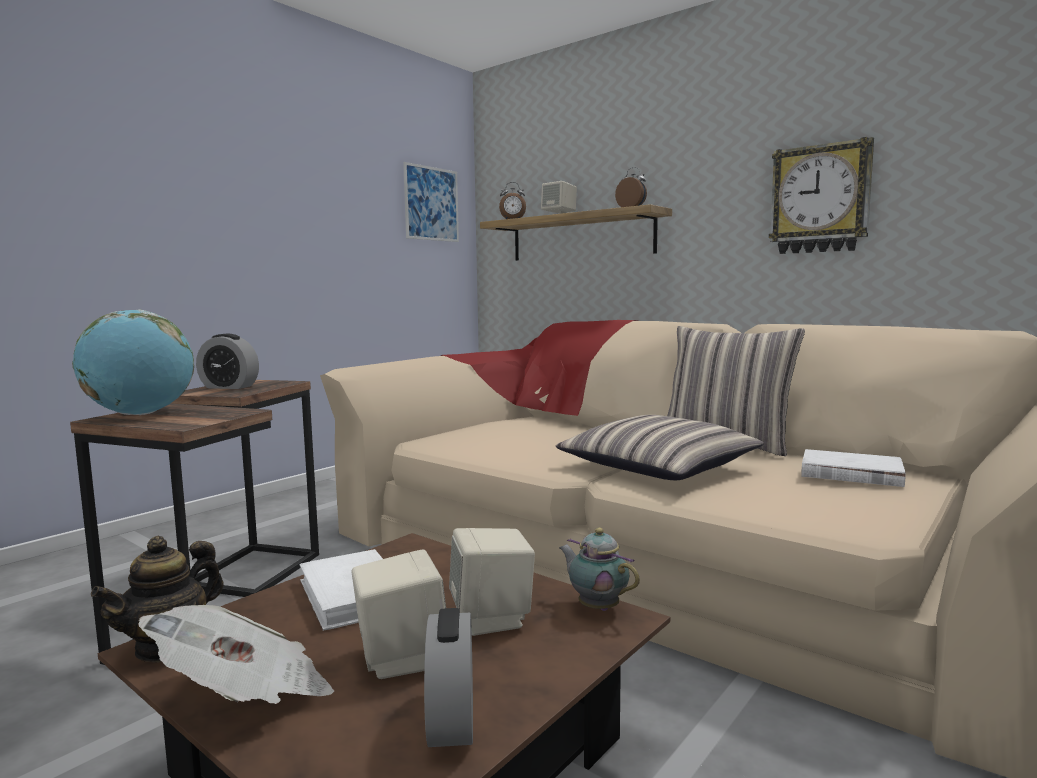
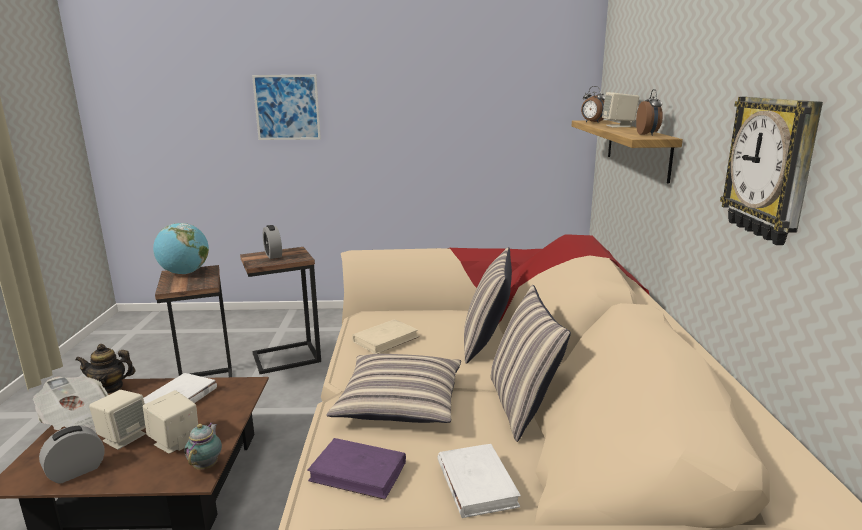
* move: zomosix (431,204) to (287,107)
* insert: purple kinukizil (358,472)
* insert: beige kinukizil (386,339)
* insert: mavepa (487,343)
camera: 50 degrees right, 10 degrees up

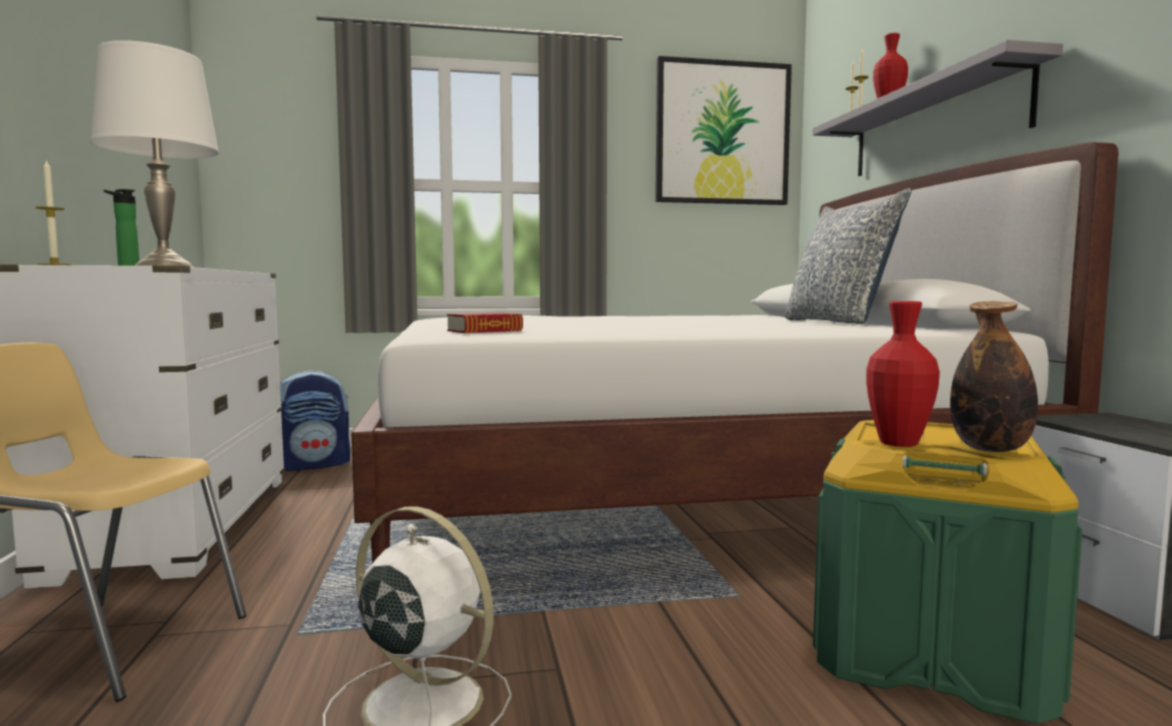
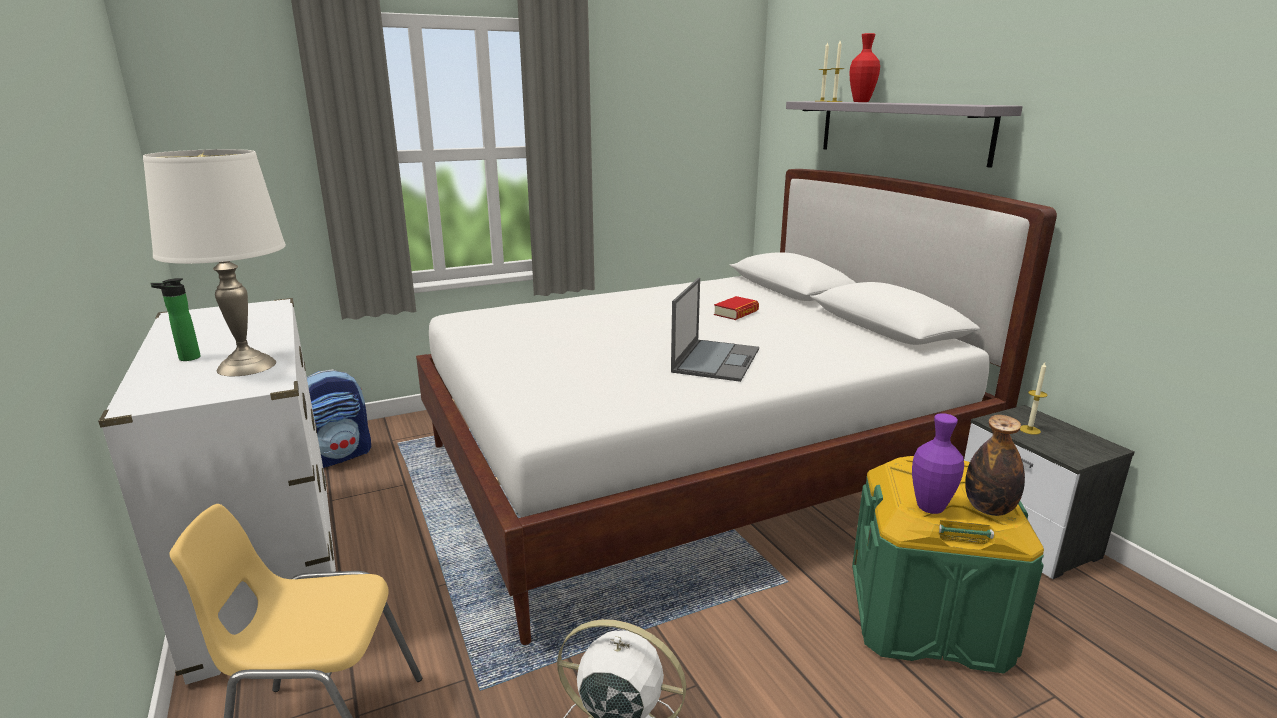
* move: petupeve (54,264) to (1029,430)
* move: kinukizil (485,331) to (736,313)
* delete: zomosix (722,133)
* delete: mavepa (838,322)
* recolor: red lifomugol (898,443) to purple lifomugol (930,508)
* insert: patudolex (716,360)
camera: 15 degrees left, 15 degrees up

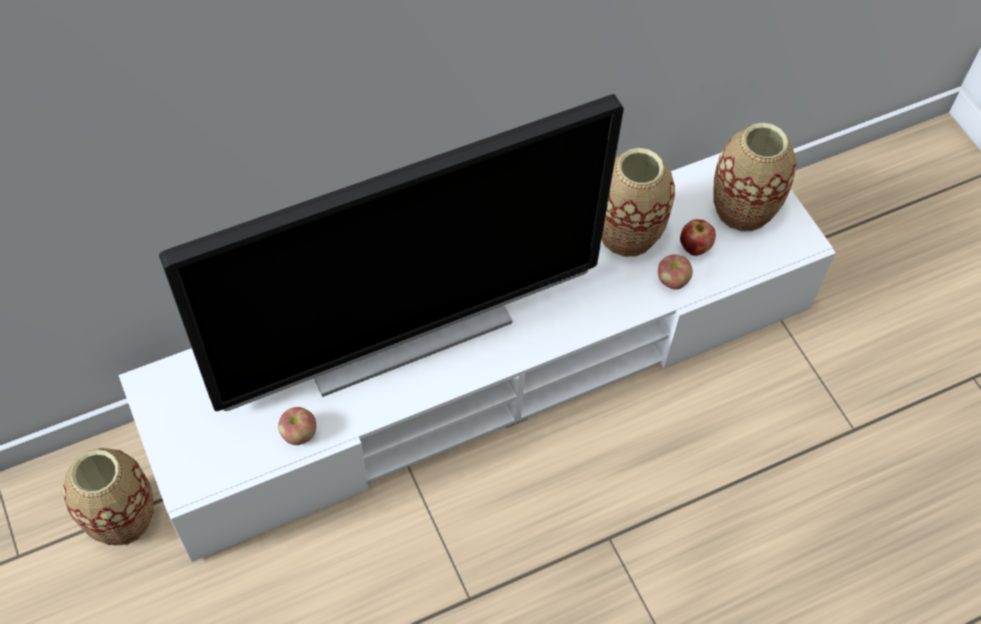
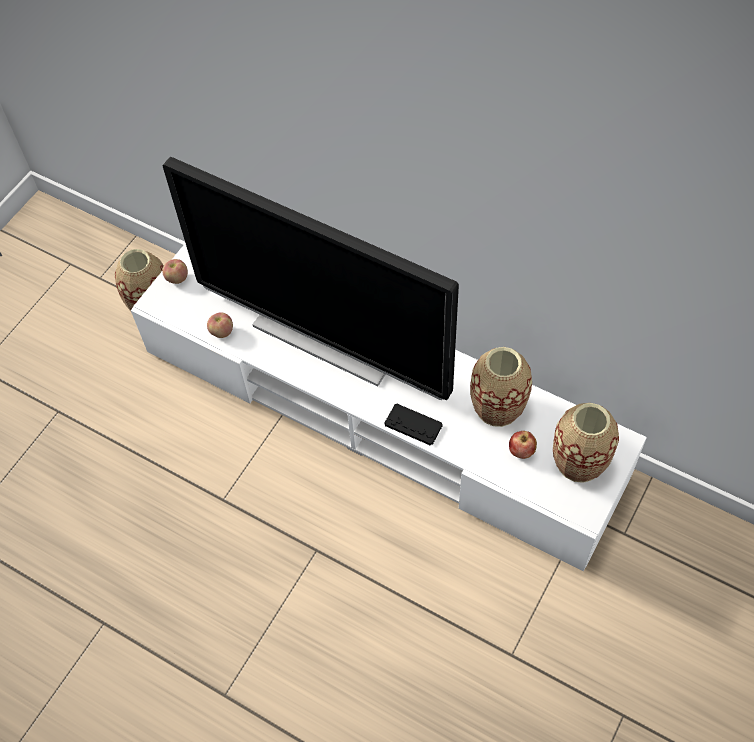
* move: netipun (672,281) to (177,278)
* insert: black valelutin (413,425)
camera: 60 degrees right, 0 degrees up

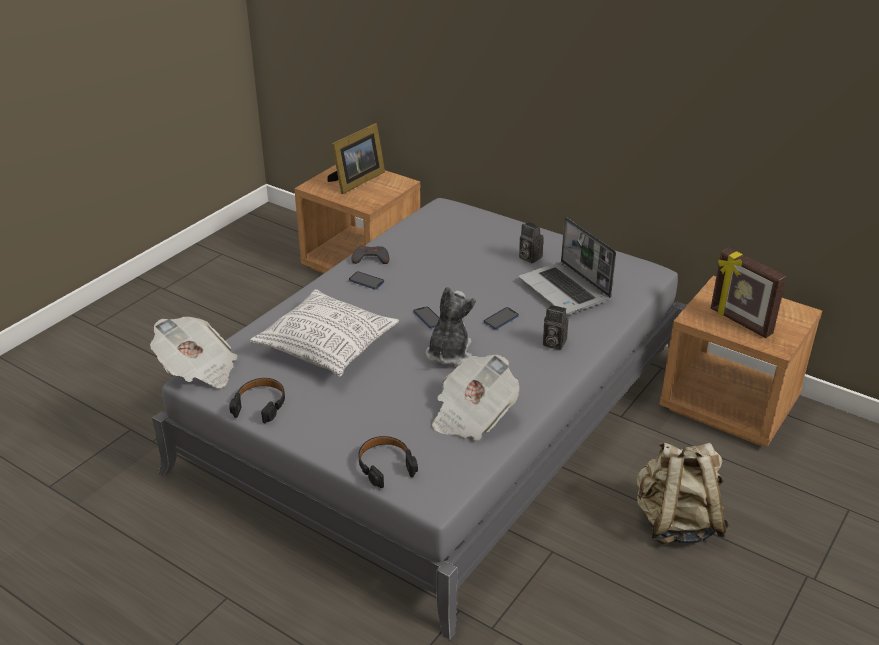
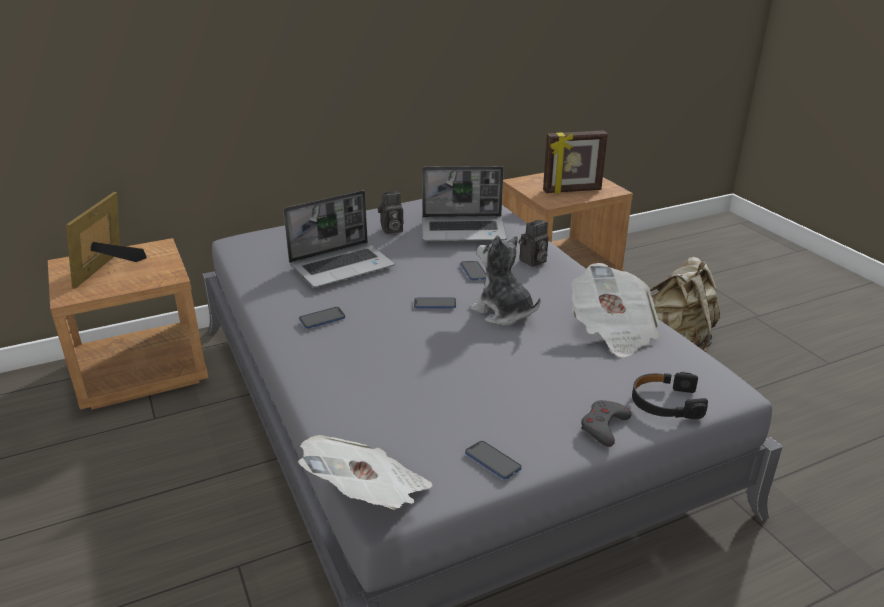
* replace: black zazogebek (260,405) to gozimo (492,461)
* delete: mavepa (327,347)
* rotate: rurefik (356,181) = (108,268) 150 degrees counterclockwise
* move: grey valelutin (370,258) to (604,426)
* insert: patudolex (342,266)
camera: 60 degrees left, 5 degrees down

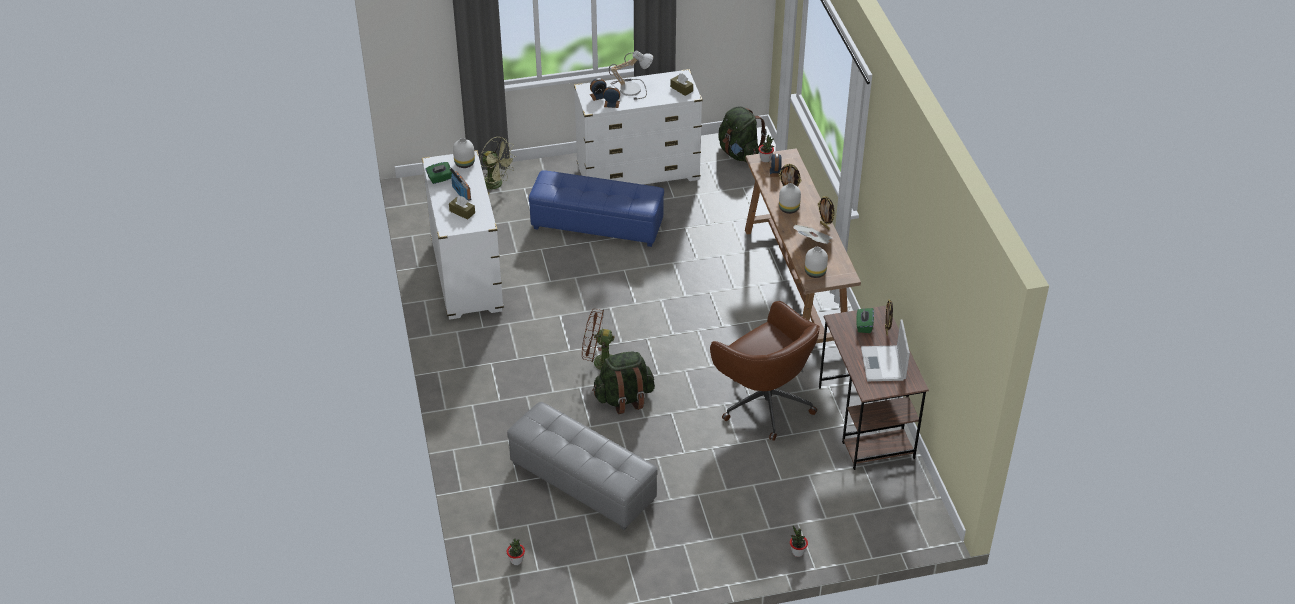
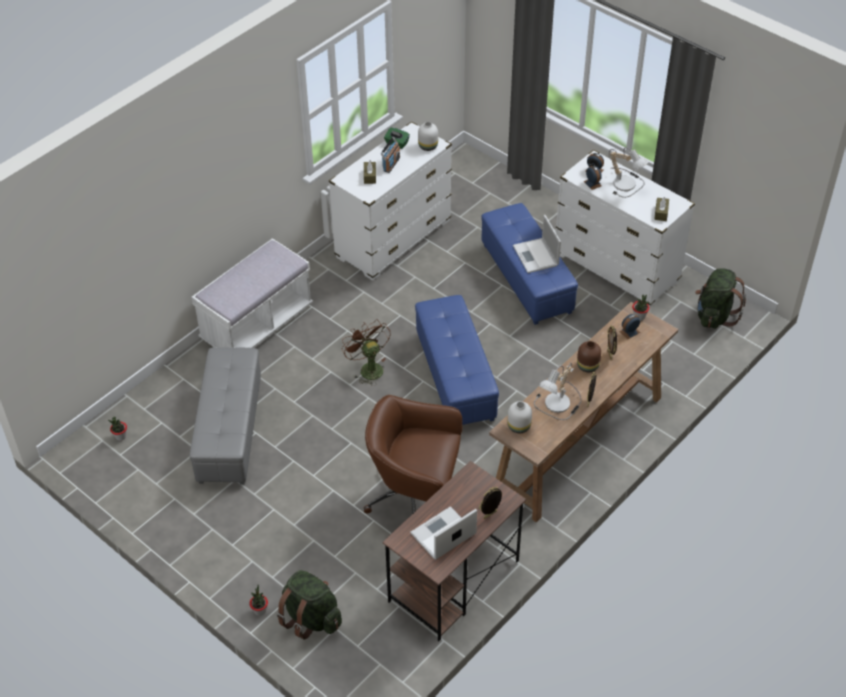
* delete: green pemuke (496,184)
* move: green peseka (624,398) to (311,618)
* rotate: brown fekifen (764,403) = (415,497) 90 degrees clockwise
* recolor: white lifomugol (789,208) to brown lifomugol (588,366)
* replace: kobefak (813,242) to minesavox (558,405)
* delete: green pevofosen (864,326)
* insert: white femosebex (257,324)
* insert: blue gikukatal (456,376)
* insert: patudolex (536,256)
camera: 55 degrees right, 5 degrees up

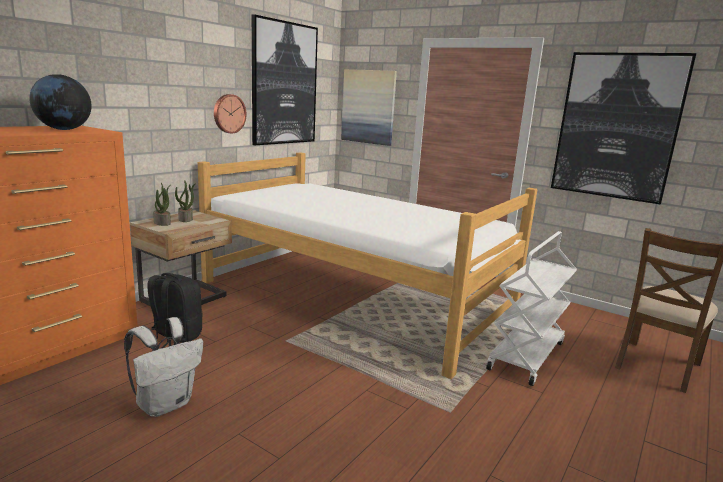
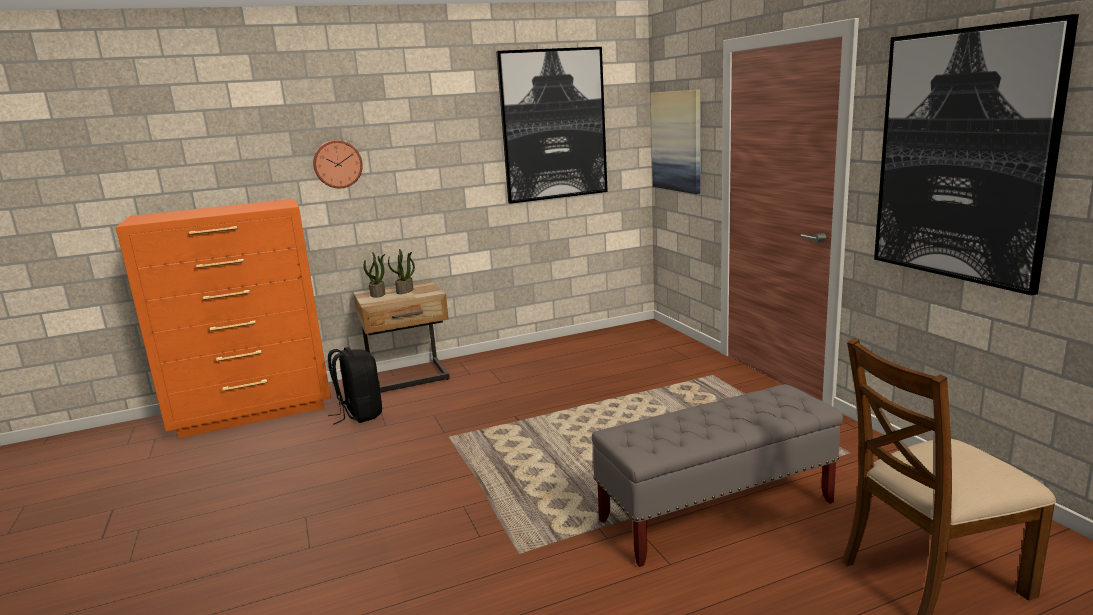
* delete: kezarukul (64,129)
* delete: white peseka (166,404)
* delete: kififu (354,297)
* move: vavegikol (228,113) to (337,164)
* replace: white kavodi (526,355) to grey femosebex (717,512)
camera: 35 degrees right, 0 degrees up

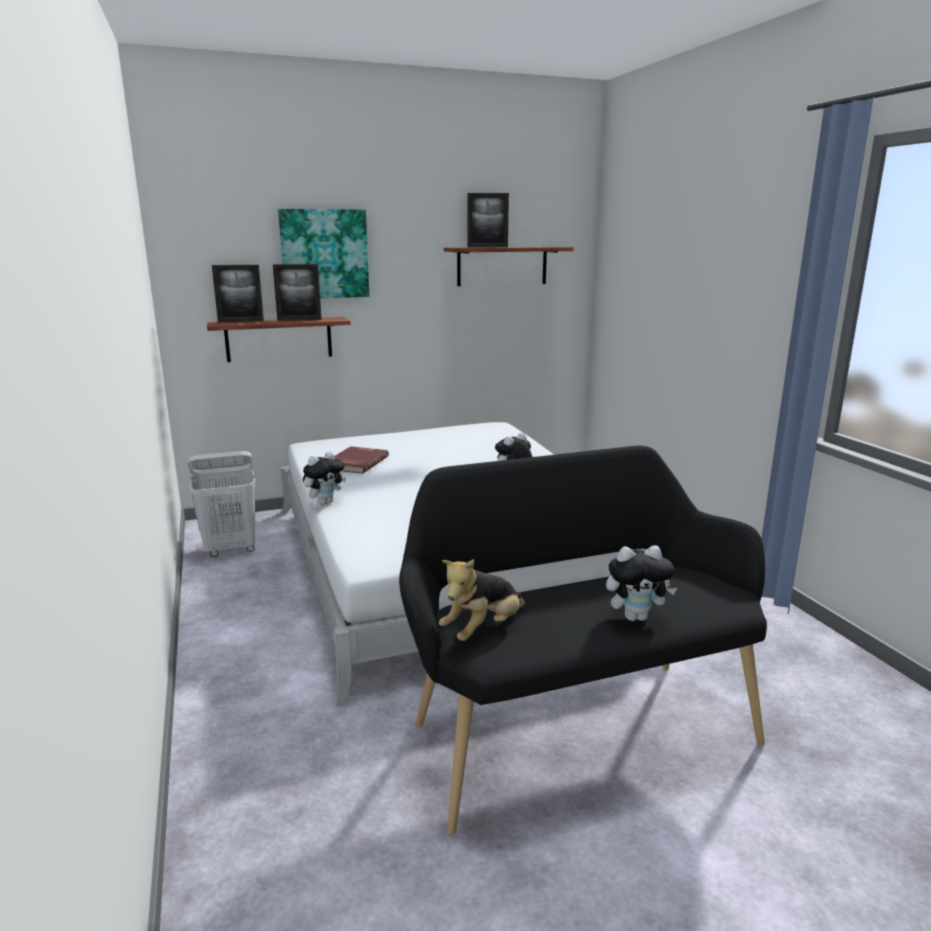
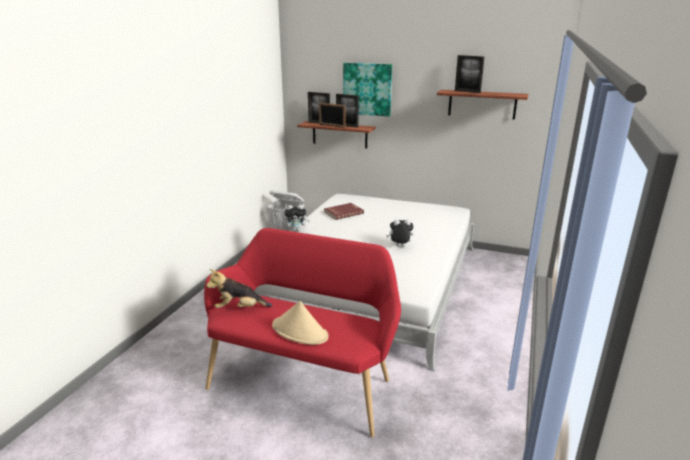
* recolor: black femosebex (574,727) to red femosebex (305,381)
* replace: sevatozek (636,617) to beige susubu (300,331)
* insert: rurefik (331,126)
camera: 40 degrees right, 5 degrees up

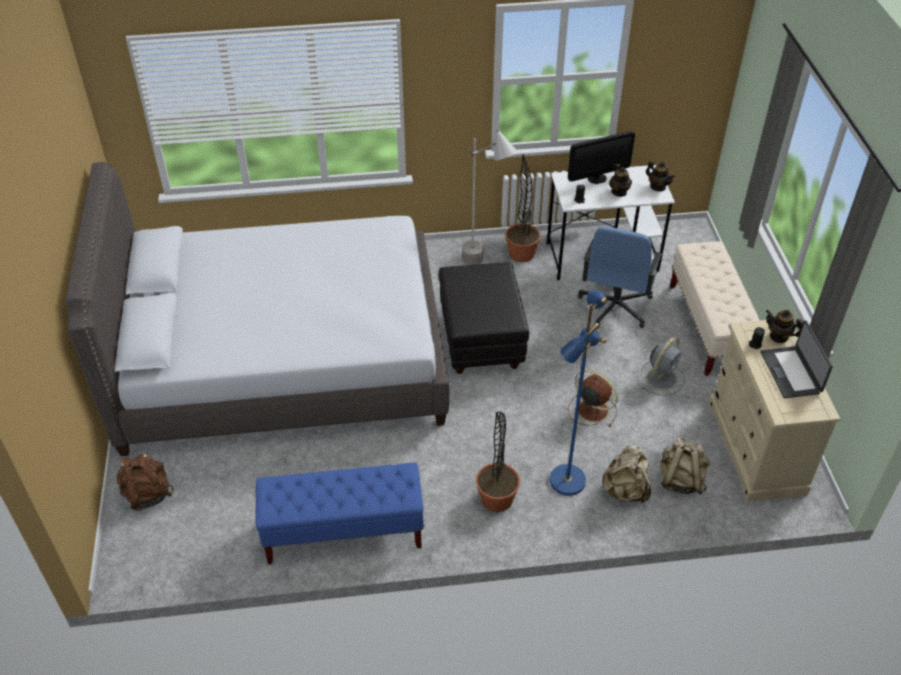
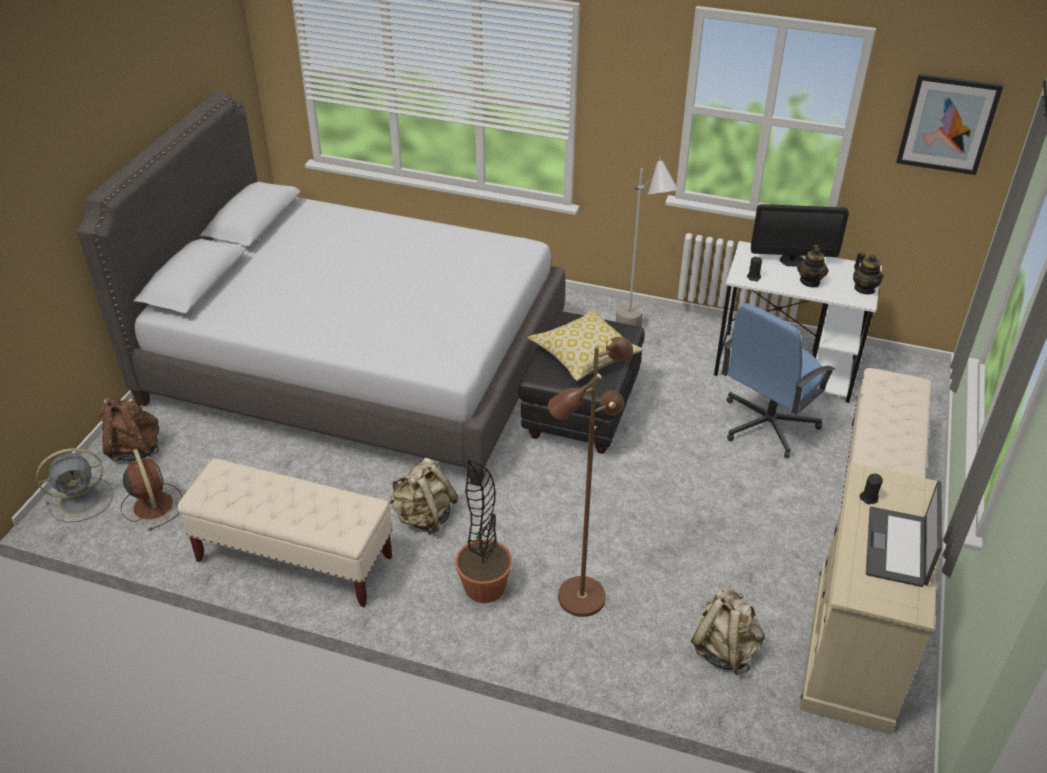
* recolor: blue femosebex (343,533) to beige femosebex (294,559)
* delete: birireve (521,254)
* recolor: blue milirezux (566,480) to brown milirezux (581,596)
* move: brown pemuke (591,409) to (153,504)
* move: beige peseka (625,490) to (424,517)
* move: grey pemuke (662,378) to (82,500)
* delete: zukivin (779,336)
* insert: mavepa (584,355)
* insert: zomosix (947,124)
camera: 25 degrees right, 5 degrees down

